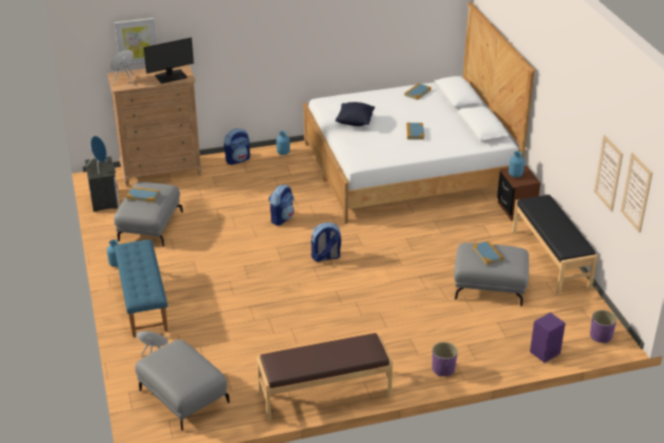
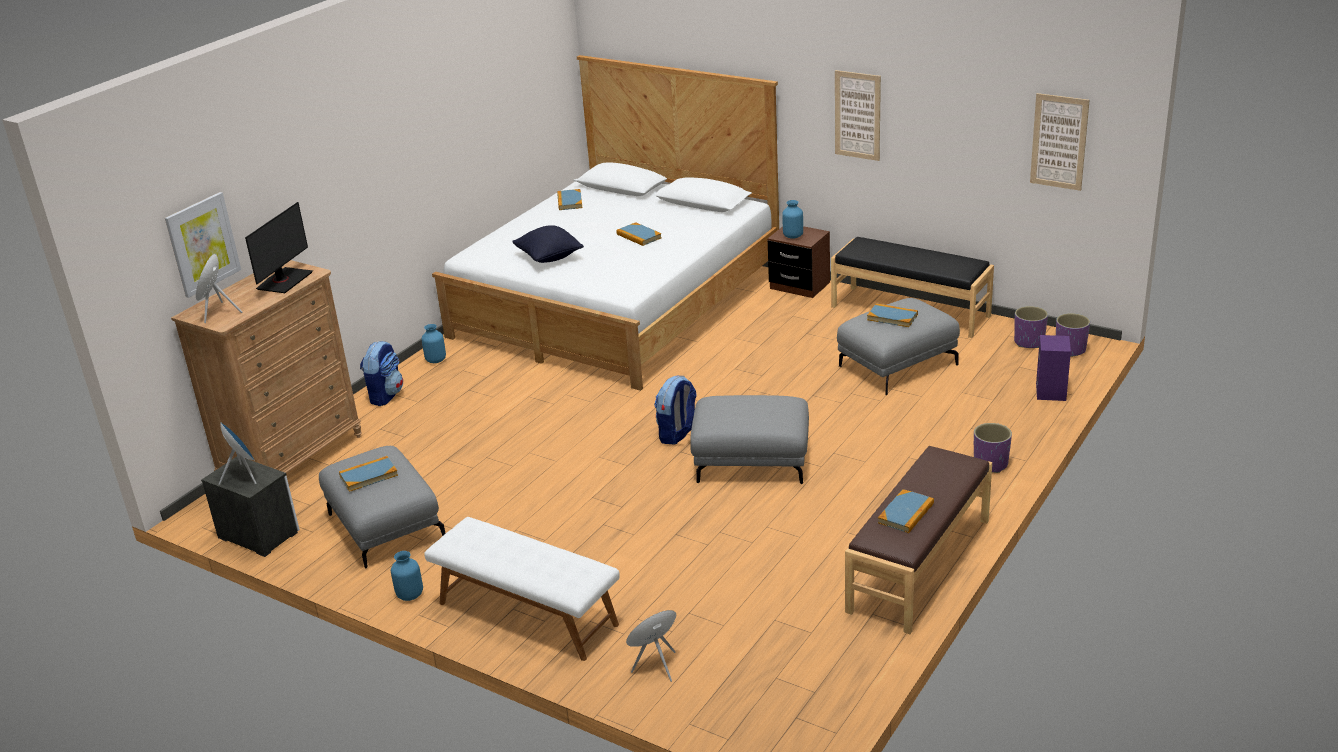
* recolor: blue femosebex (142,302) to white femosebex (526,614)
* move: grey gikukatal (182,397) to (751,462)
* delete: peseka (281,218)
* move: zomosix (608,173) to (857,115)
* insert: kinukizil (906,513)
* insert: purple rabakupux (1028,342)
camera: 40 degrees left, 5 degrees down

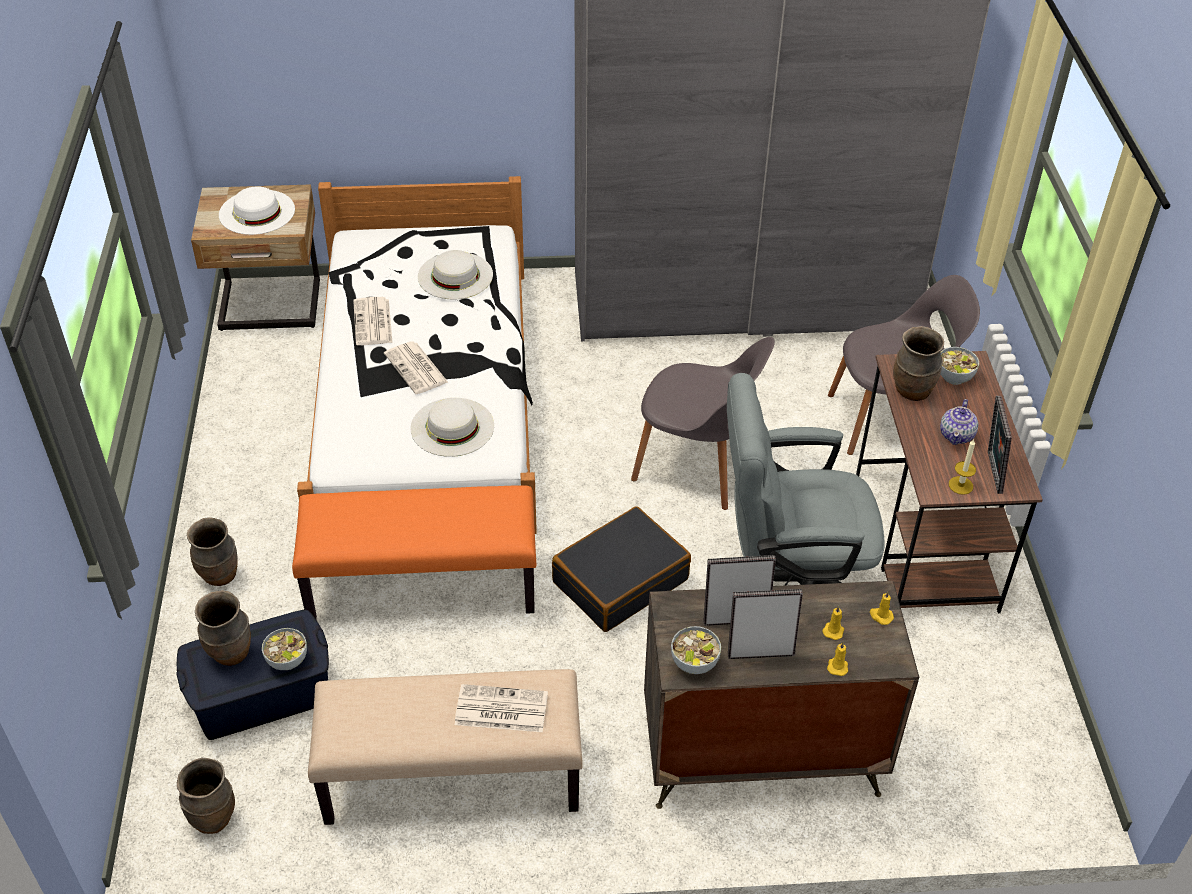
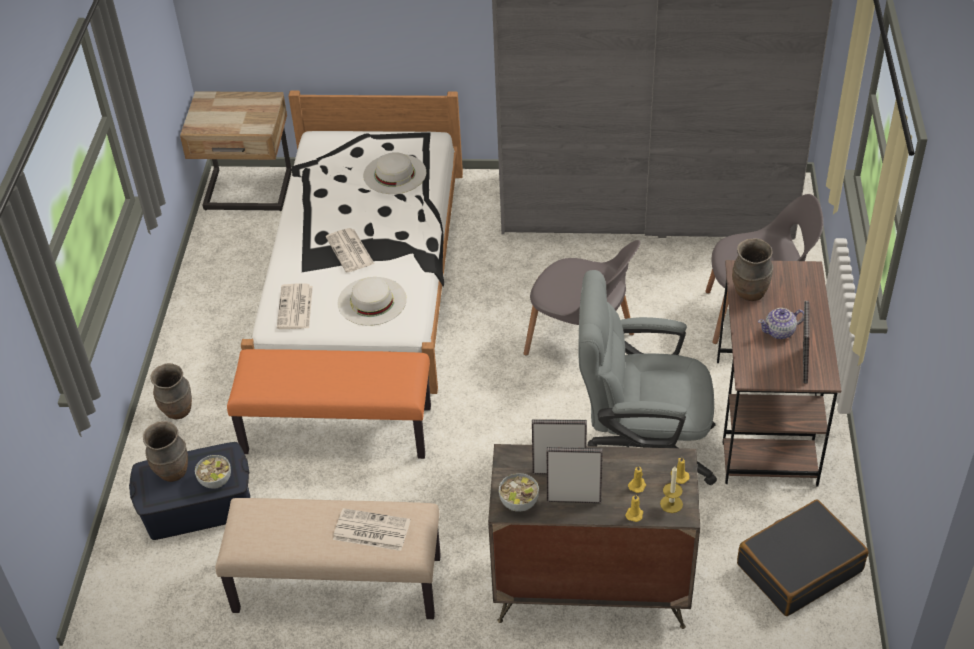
* delete: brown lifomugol (214,818)
* delete: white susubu (257,212)
* move: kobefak (373,323) to (295,308)
* move: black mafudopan (620,580) to (799,567)
* delete: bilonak (954,377)
* rotate: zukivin (957,435) = (780,332) 45 degrees clockwise
* move: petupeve (960,485) to (671,504)
camera: 10 degrees right, 0 degrees up

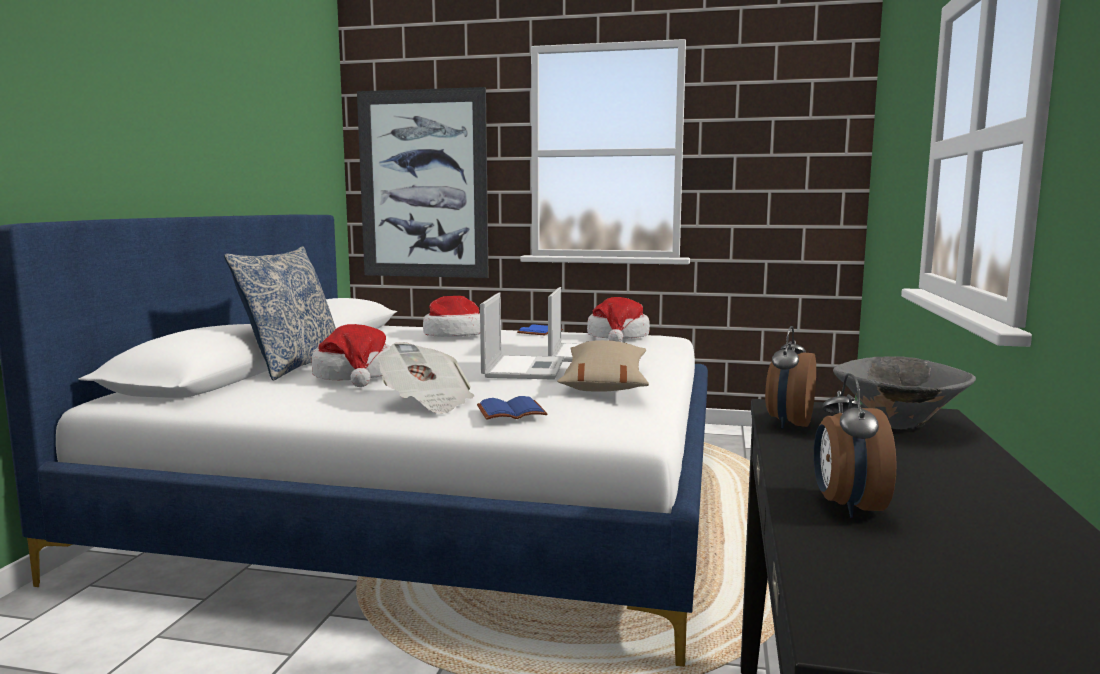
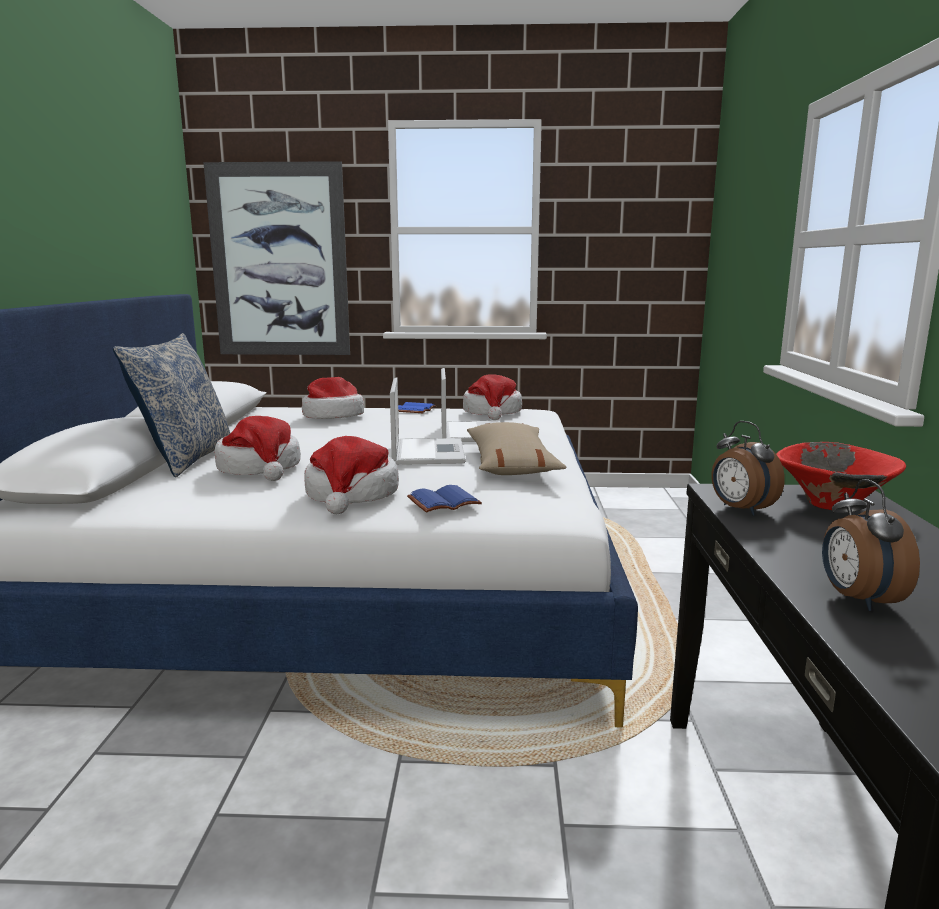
* replace: kobefak (427,402) to susubu (352,495)
* rotate: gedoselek (788,423) = (740,509) 45 degrees counterclockwise
* recolor: grey bilonak (896,425) to red bilonak (831,506)
camera: 10 degrees left, 5 degrees up

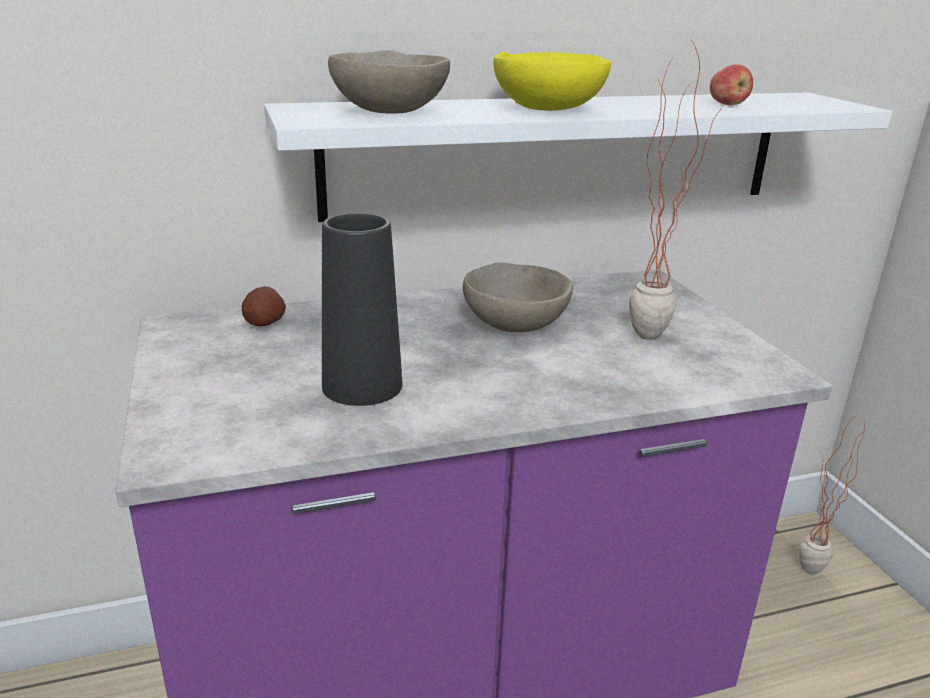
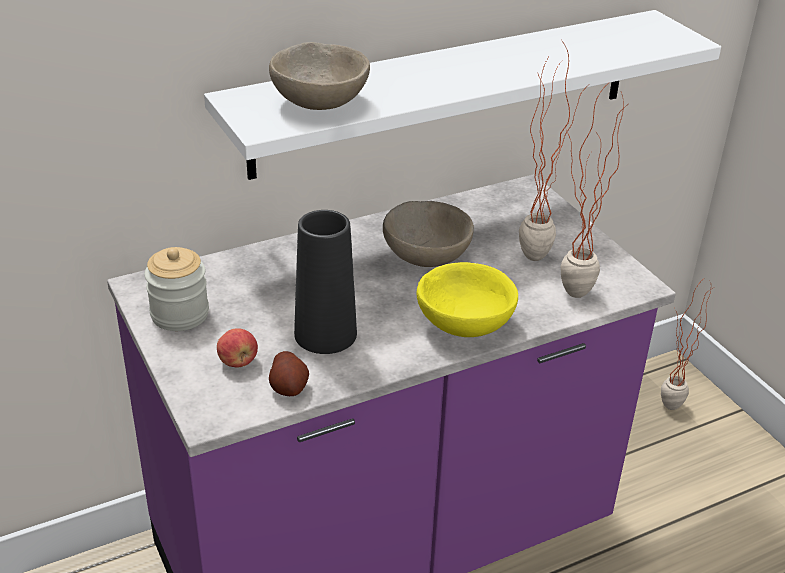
* move: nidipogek (265,322) to (289,387)
* move: yellow bilonak (549,109) to (465,324)
* move: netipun (728,104) to (238,362)
* insert: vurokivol (180,314)
* insert: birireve (568,298)
camera: 10 degrees left, 10 degrees up

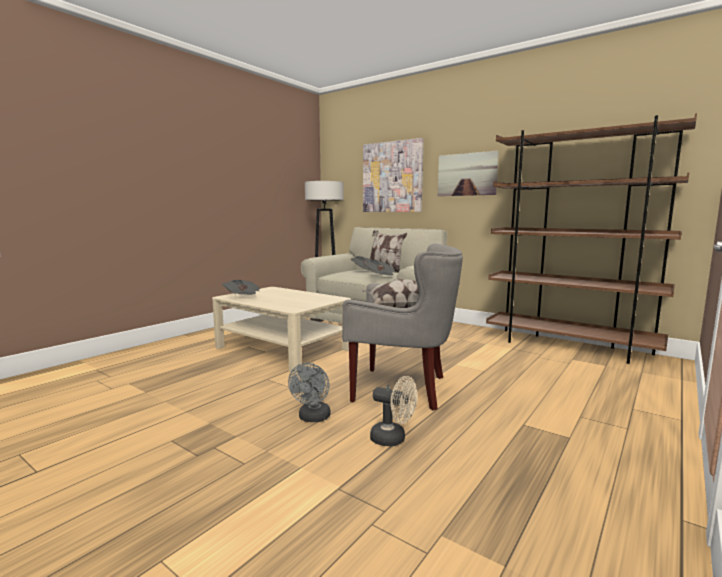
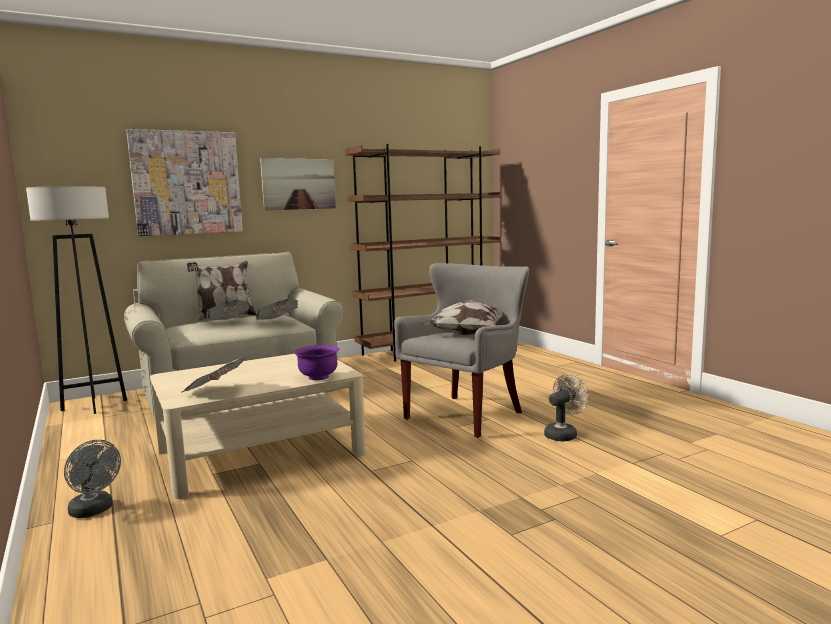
* move: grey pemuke (313,418) to (94,511)
* insert: purple bilonak (318,377)
camera: 65 degrees left, 0 degrees up

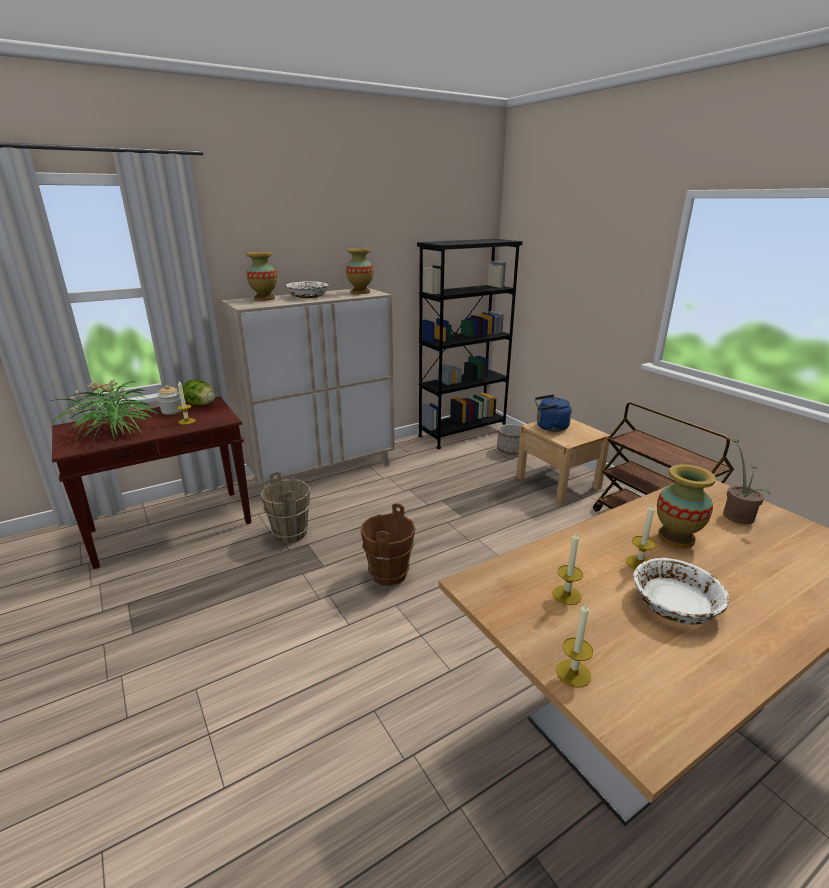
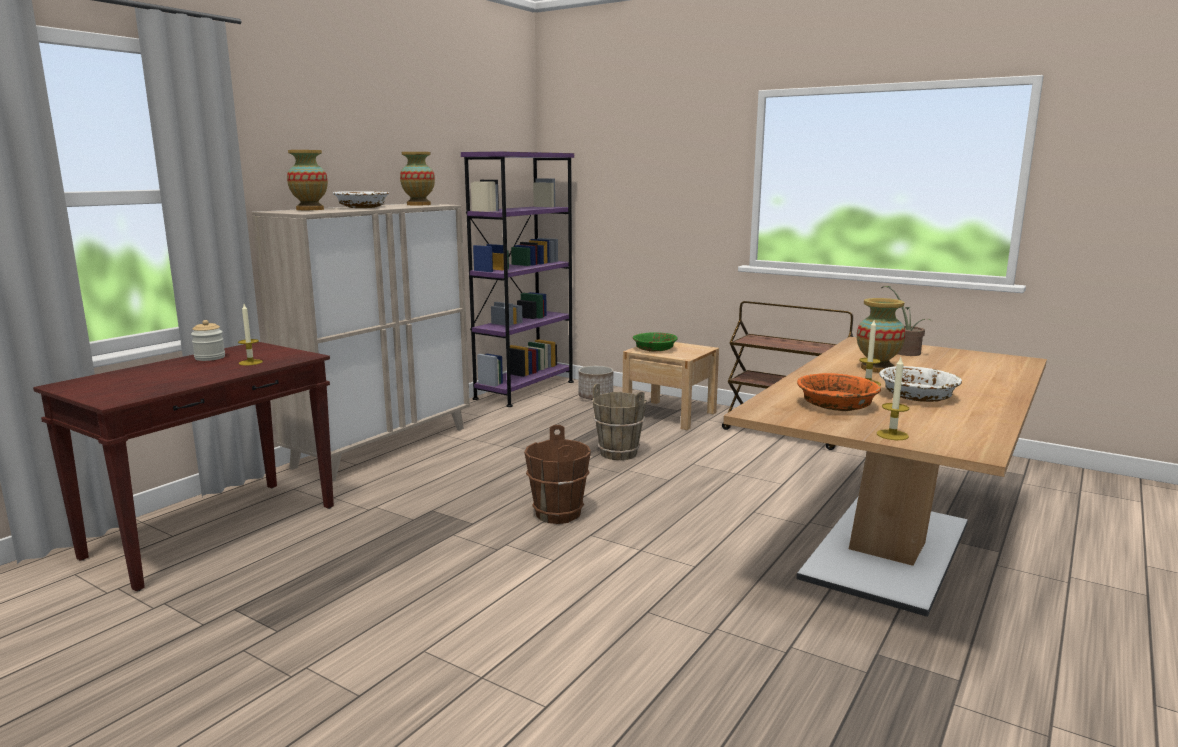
* delete: birireve (114,430)
* delete: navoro (201,405)
* move: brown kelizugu (291,533) to (618,453)
* recolor: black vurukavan (462,433) to purple vurukavan (525,390)
* replace: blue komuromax (549,427) to green bilonak (654,349)
* replace: petupeve (566,595) to orange bilonak (836,405)
camera: 25 degrees left, 10 degrees down

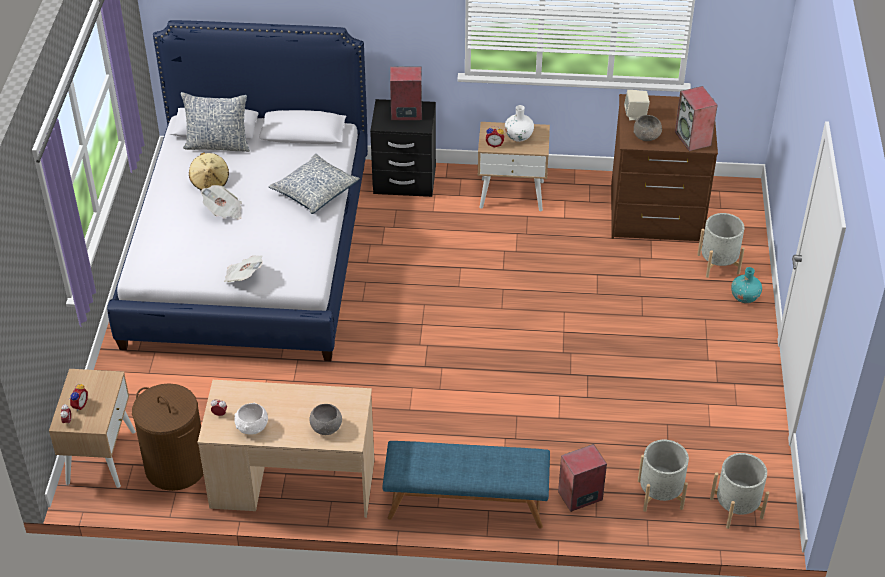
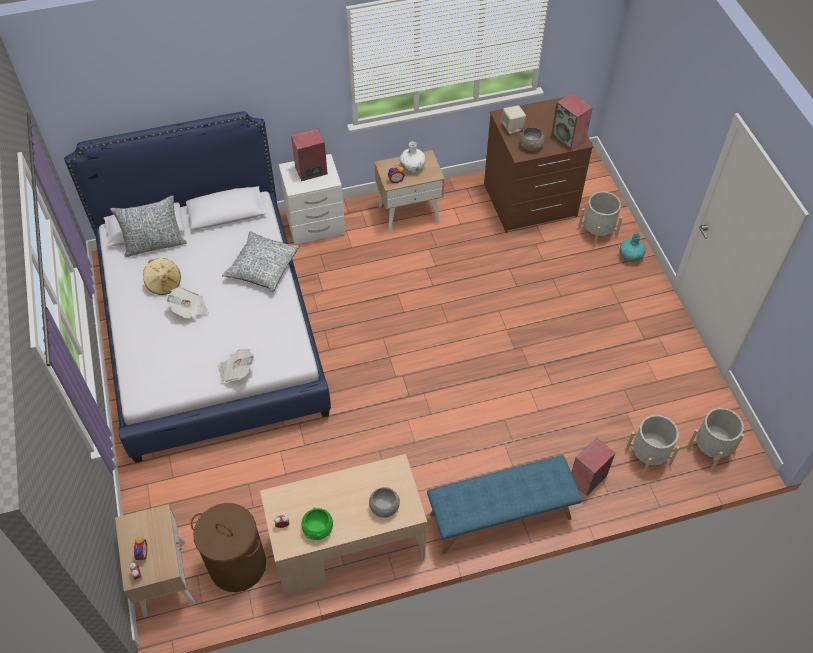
* recolor: white bilonak (251,427) to green bilonak (317,529)
* recolor: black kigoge (404,181) to white kigoge (315,225)
camera: 20 degrees left, 10 degrees up

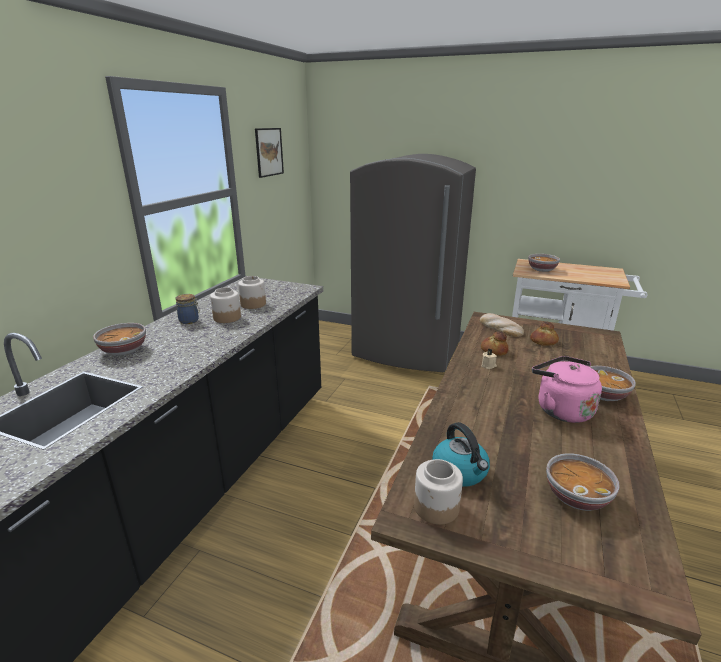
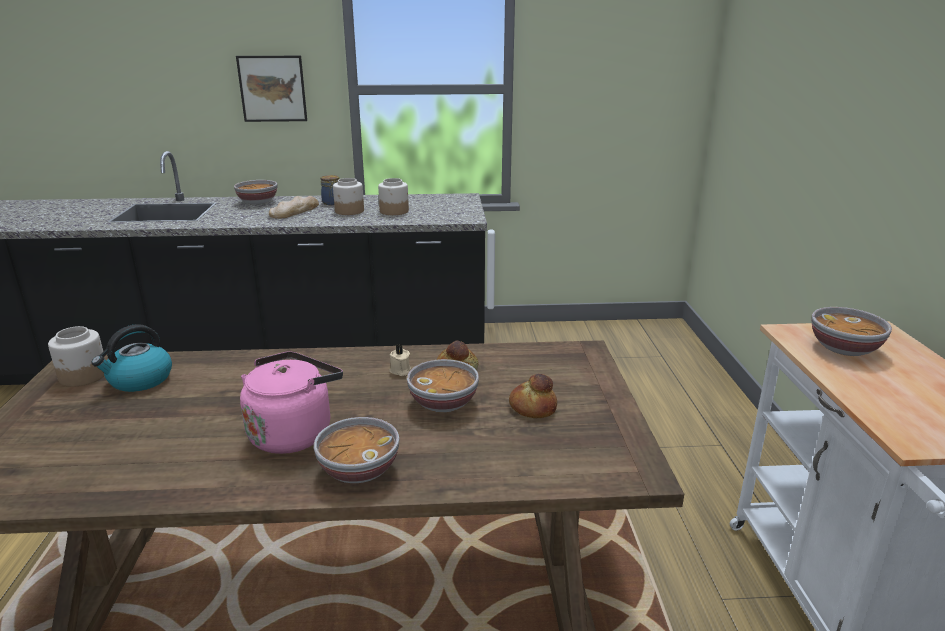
* move: zomosix (269,152) to (272,88)
* delete: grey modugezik (407,351)
* move: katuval (500,328) to (294,211)
* move: bilonak (576,496) to (444,402)
camera: 65 degrees right, 0 degrees up

